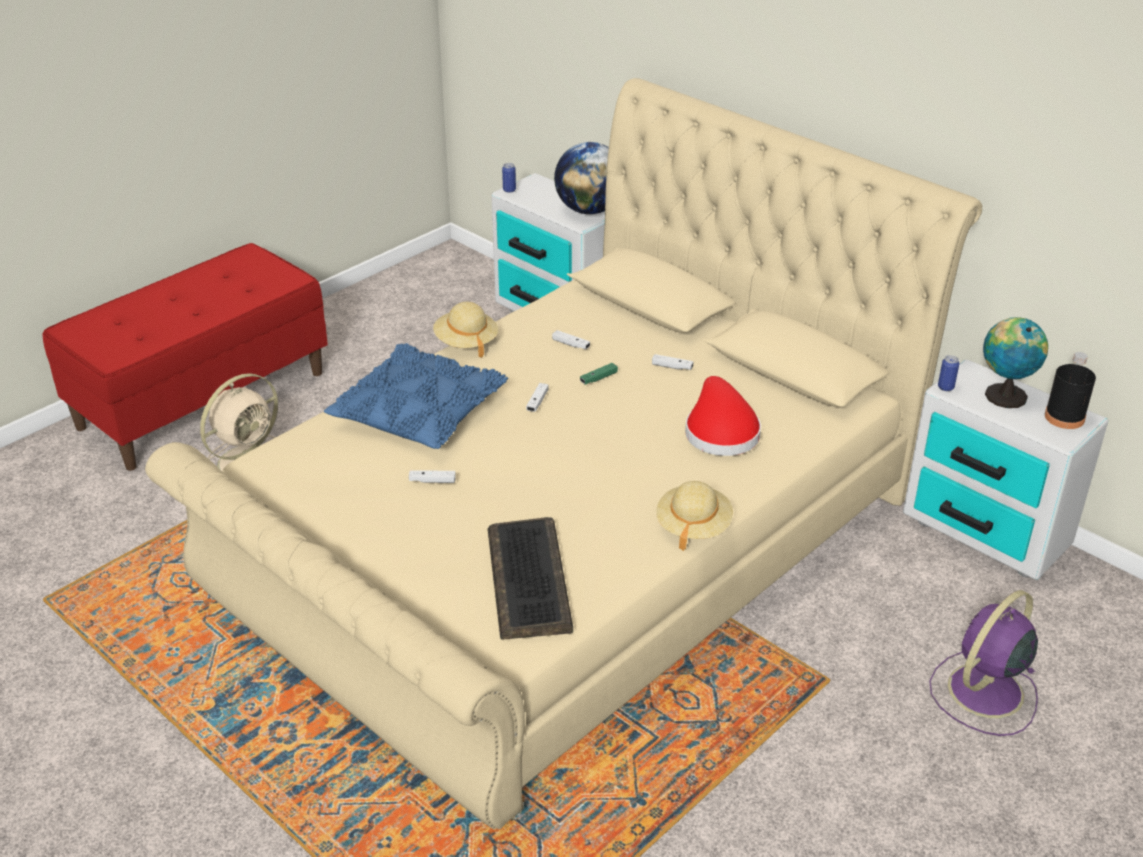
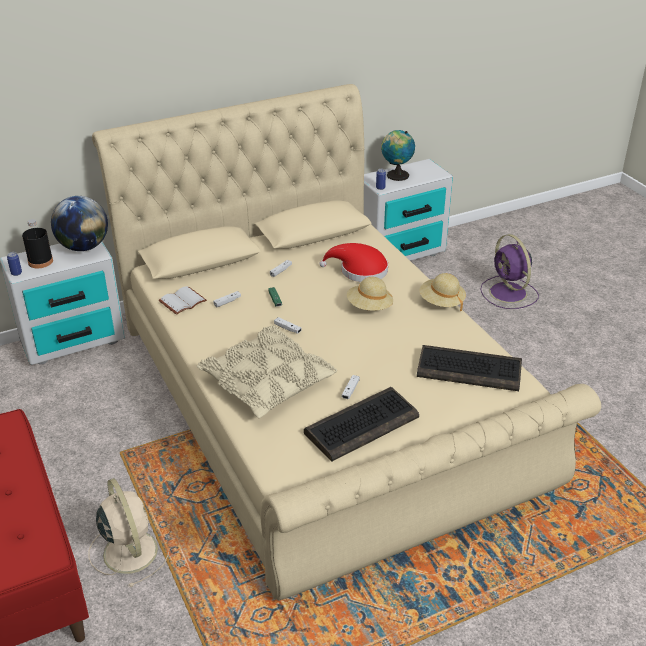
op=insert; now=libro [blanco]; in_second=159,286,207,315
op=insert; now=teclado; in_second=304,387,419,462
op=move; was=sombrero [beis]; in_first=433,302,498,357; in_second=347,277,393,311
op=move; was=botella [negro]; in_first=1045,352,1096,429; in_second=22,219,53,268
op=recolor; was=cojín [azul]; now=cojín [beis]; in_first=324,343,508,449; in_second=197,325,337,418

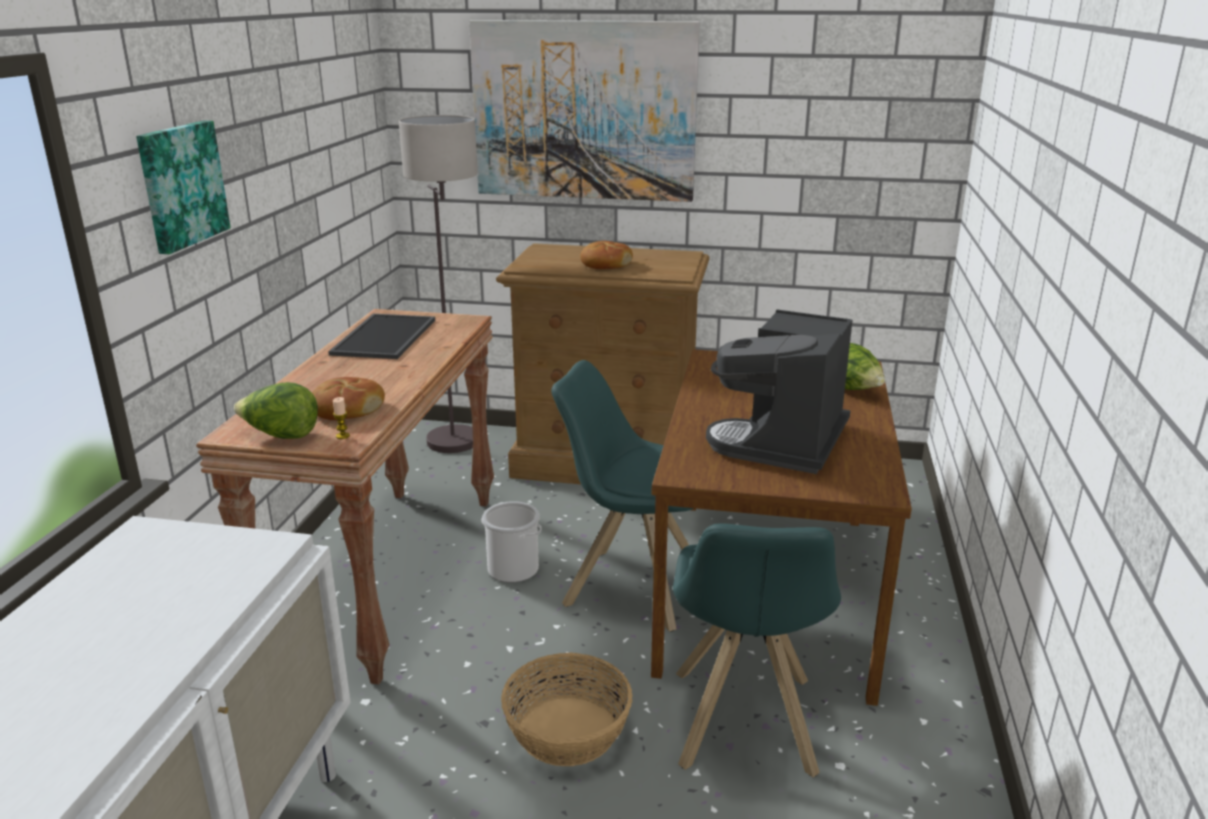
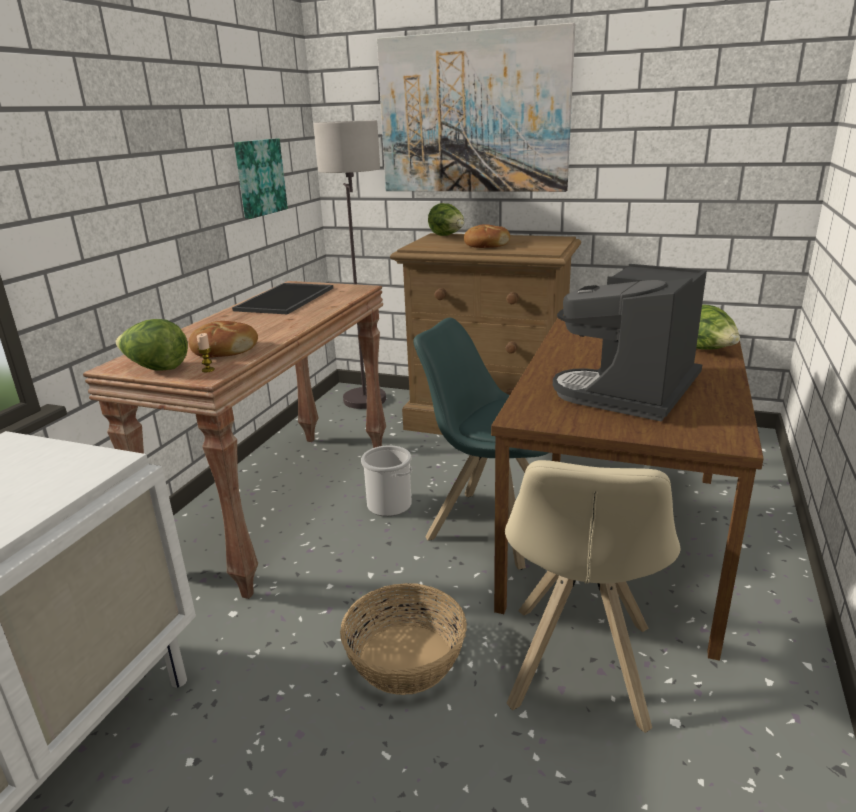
op=insert; now=lechuga; in_second=428,203,464,236
op=move; was=cuadro; in_first=136,121,231,254; in_second=234,139,288,219
op=recolor; was=silla [turquesa]; now=silla [beis]; in_first=673,523,841,777; in_second=505,460,681,733

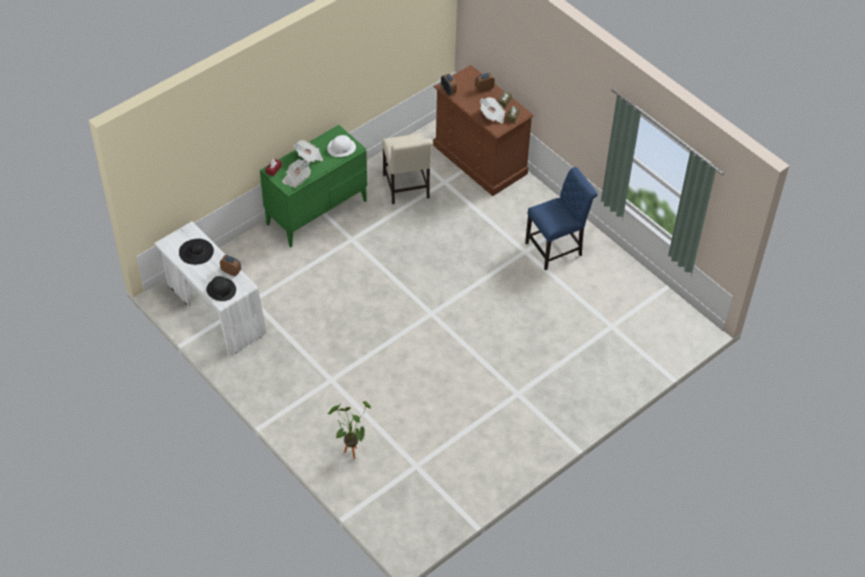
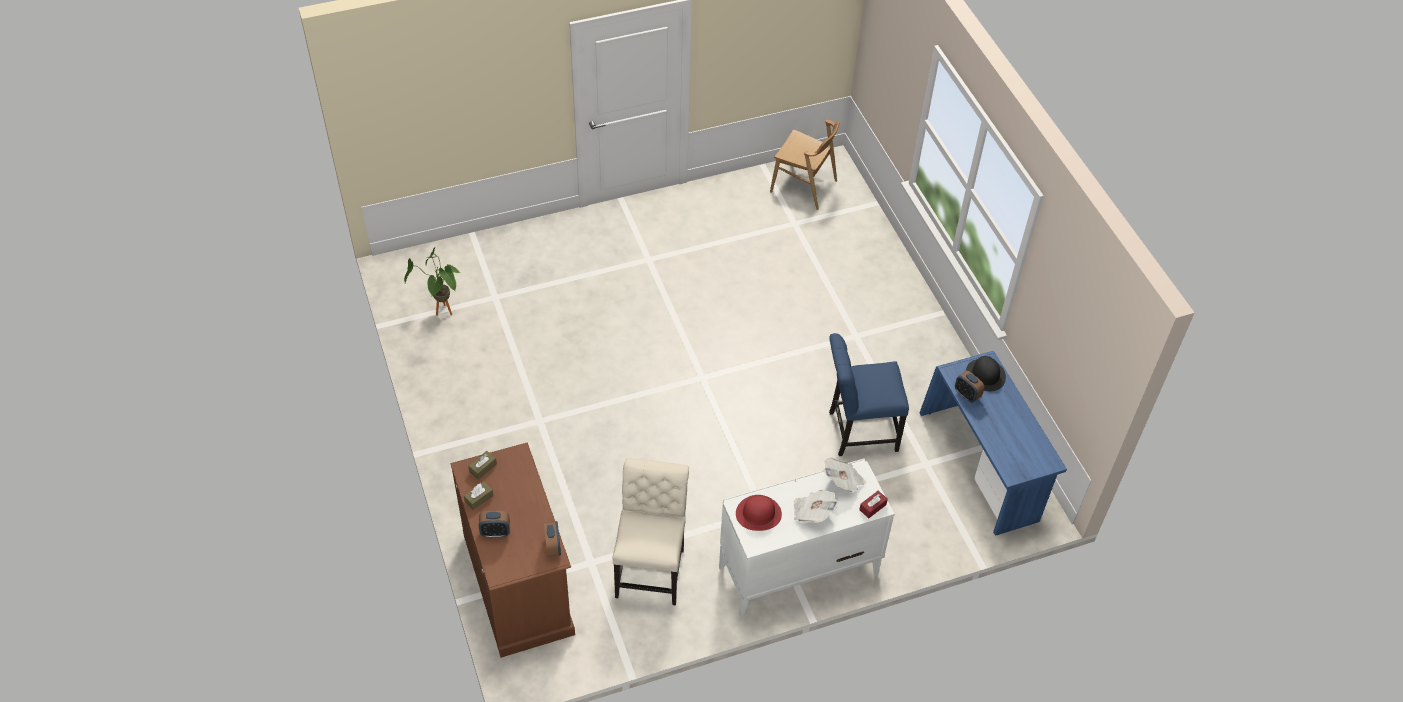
op=delete; was=sombrero [negro]; in_first=179,239,214,265
op=delete; was=periódico; in_first=480,97,506,123
op=insert; now=silla [marrón]; in_second=770,120,840,210
op=move; was=planta en maceta; in_first=328,401,371,459; in_second=404,248,460,316
op=move; was=silla [azul]; in_first=525,167,598,270; in_second=829,333,909,456
op=recolor; was=escritorio [blanco]; now=escritorio [azul]; in_first=154,221,267,356; in_second=920,351,1067,536
op=recolor; was=armario [verde]; now=armario [blanco]; in_first=260,125,367,248; in_second=719,458,894,618
op=recolor; was=sombrero [blanco]; now=sombrero [rojo]; in_first=327,135,356,157; in_second=736,495,782,531

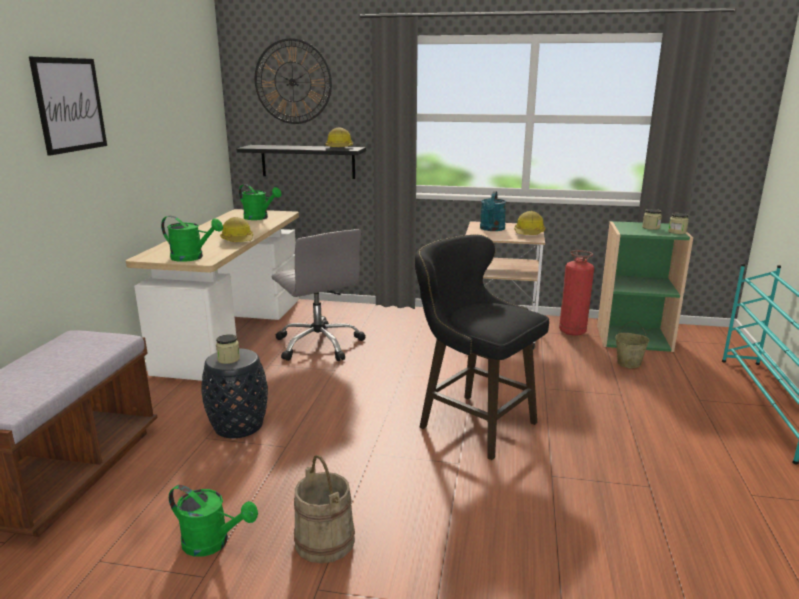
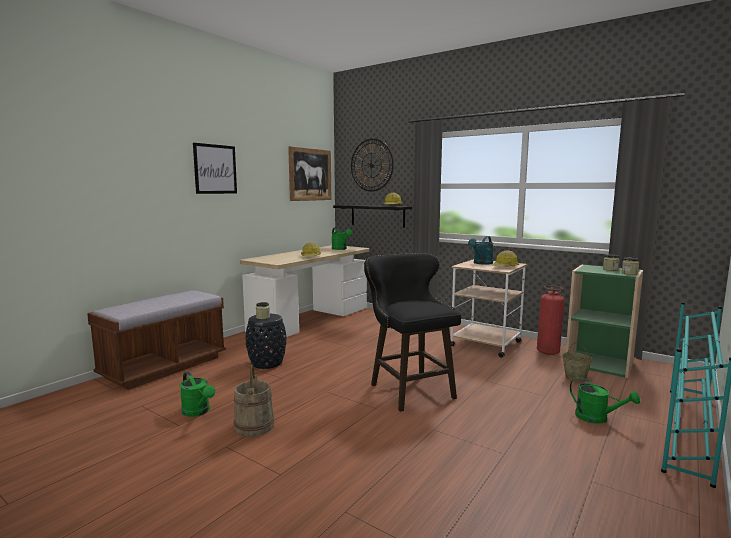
op=delete; was=silla de oficina [gris]; in_first=271,229,366,361
op=insert; now=cuadro; in_second=288,146,331,201
op=move; was=regadera [verde]; in_first=161,216,223,262; in_second=570,377,640,424

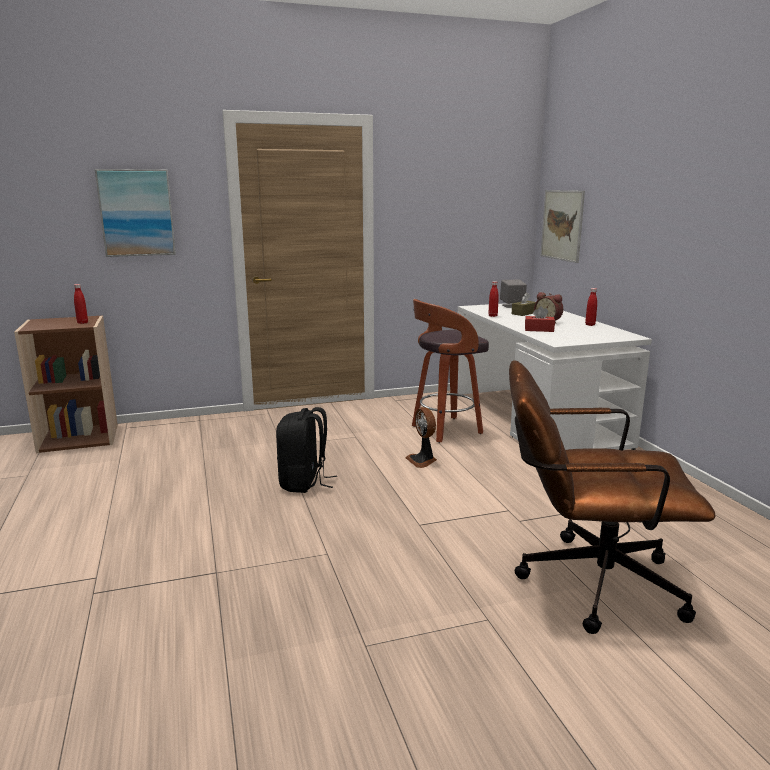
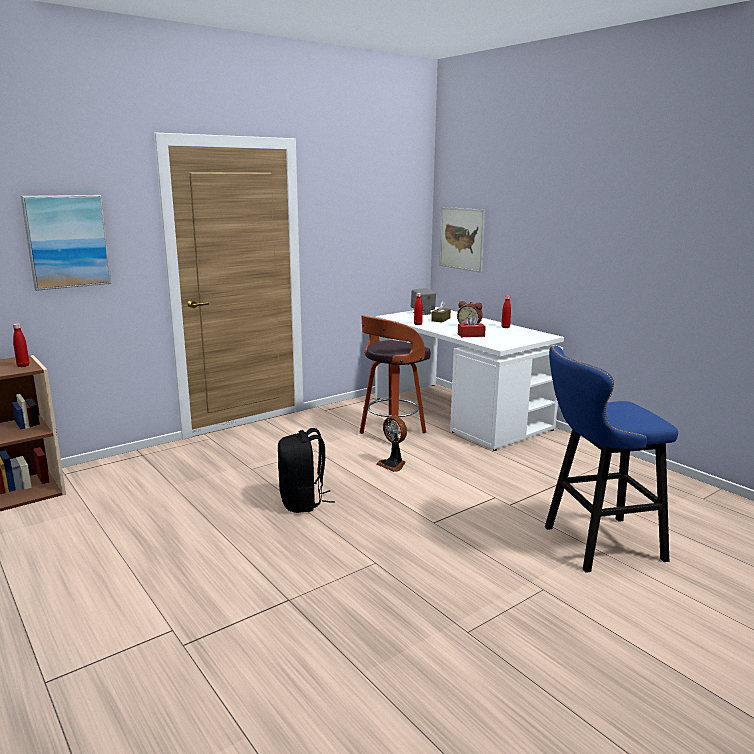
op=replace; was=silla de oficina [marrón]; now=taburete [azul]; in_first=509,360,715,634; in_second=545,345,678,573

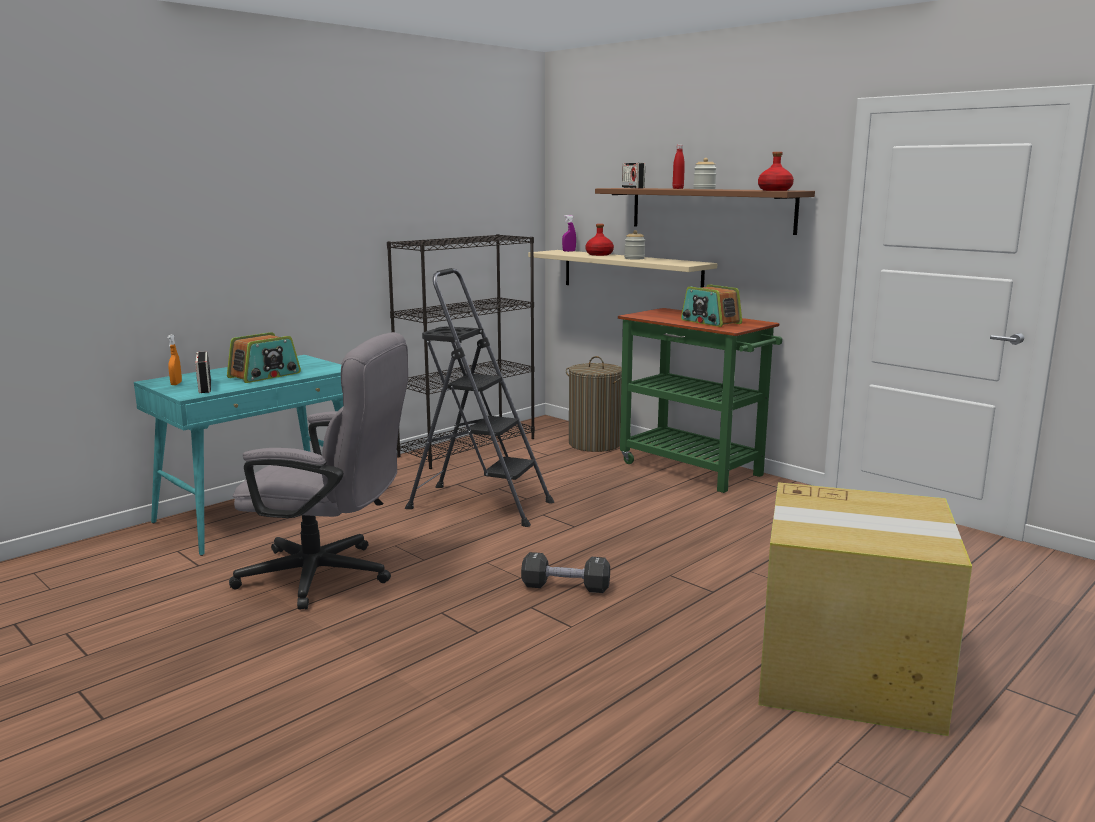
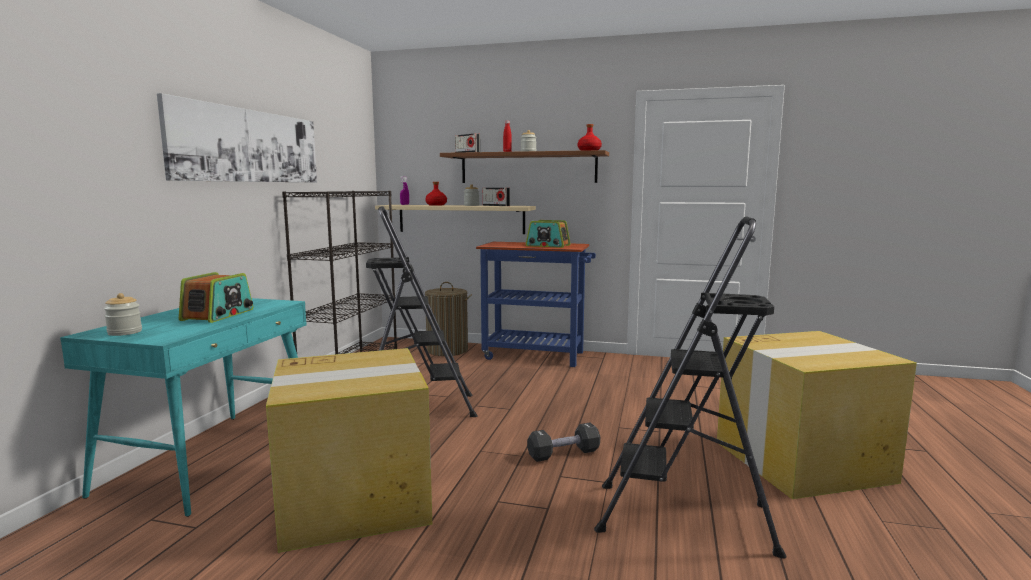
op=insert; now=cuadro; in_second=157,93,317,182
op=insert; now=escalera de tijera; in_second=594,217,786,559
op=move; was=radio; in_first=195,351,211,393; in_second=483,188,510,206
op=replace; was=pulverizador [naranja]; now=tarro; in_first=167,334,182,385; in_second=104,293,142,336
op=replace; was=silla de oficina [gris]; now=caja de cartón; in_first=229,332,408,610; in_second=266,348,432,553
op=recolor; was=carrito [verde]; now=carrito [azul]; in_first=618,308,782,493; in_second=476,242,596,367

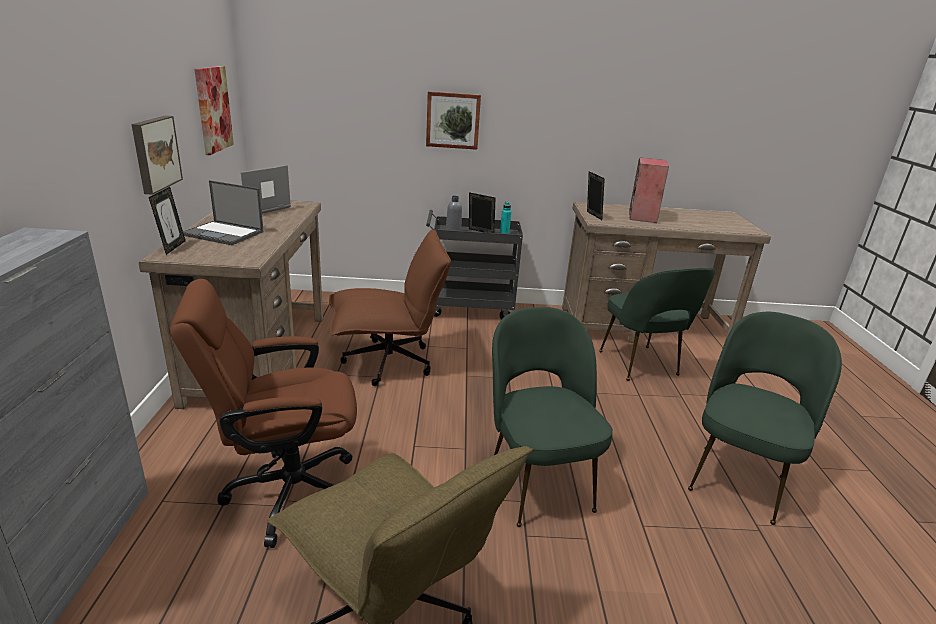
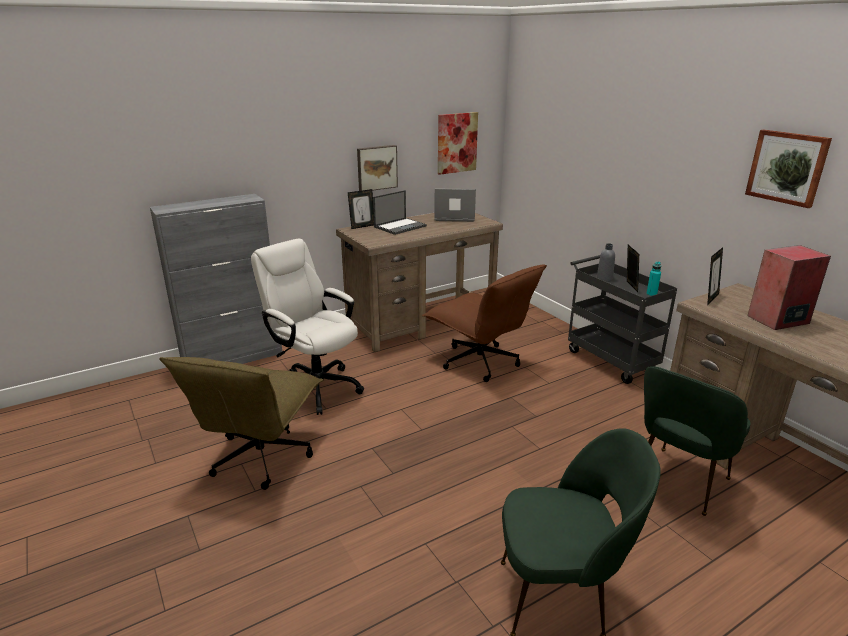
op=delete; was=silla [verde]; in_first=492,307,613,527
op=move; was=cuadro; in_first=426,91,481,150; in_second=745,130,832,208
op=recolor; was=silla de oficina [marrón]; now=silla de oficina [blanco]; in_first=170,279,357,548; in_second=251,239,364,415
op=rotate; was=portátil; in_first=183,180,264,245; in_second=373,190,427,235; clockwise=-120

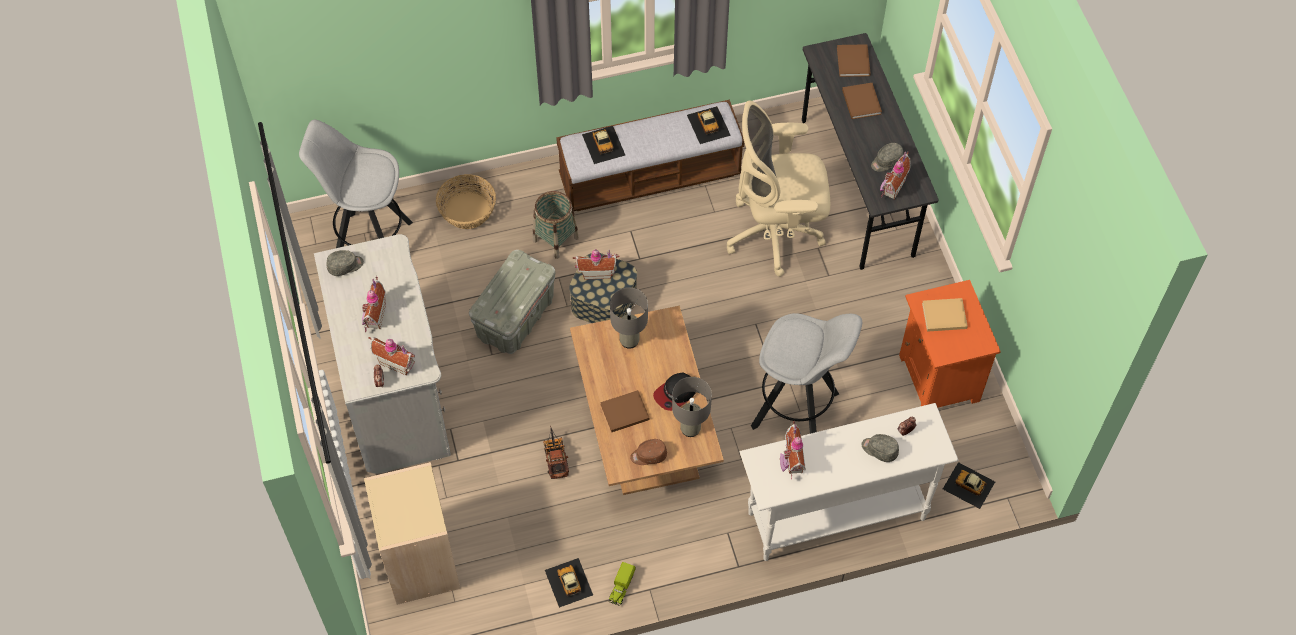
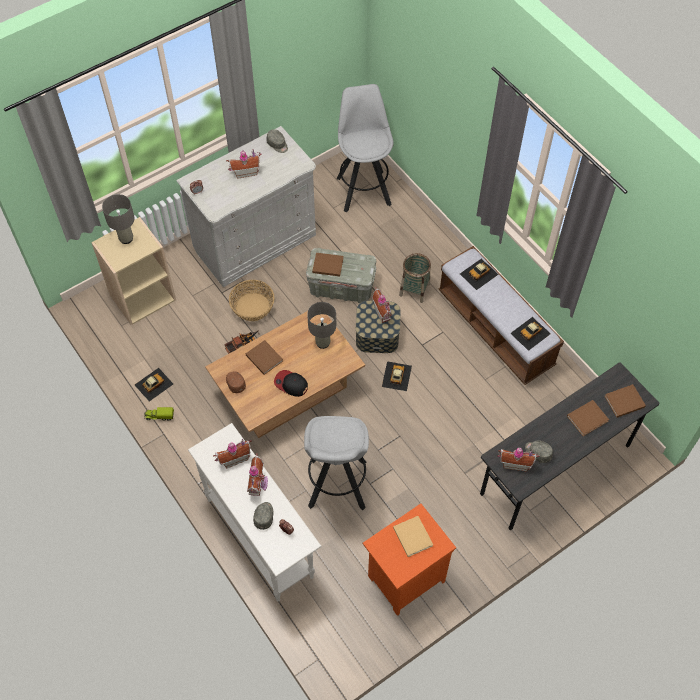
op=delete; was=silla de oficina [beis]; in_first=727,100,830,277
op=insert; now=libro [marrón]; in_second=312,253,343,276
op=move; was=casita; in_first=368,337,415,375; in_second=247,453,268,496
op=move; was=cesta; in_first=436,174,496,229; in_second=229,280,275,321
op=move; was=lámpara de mesa [gris]; in_first=672,377,712,437; in_second=102,194,135,244
op=move; was=coche de juguete; in_first=943,462,995,509; in_second=382,361,412,391

